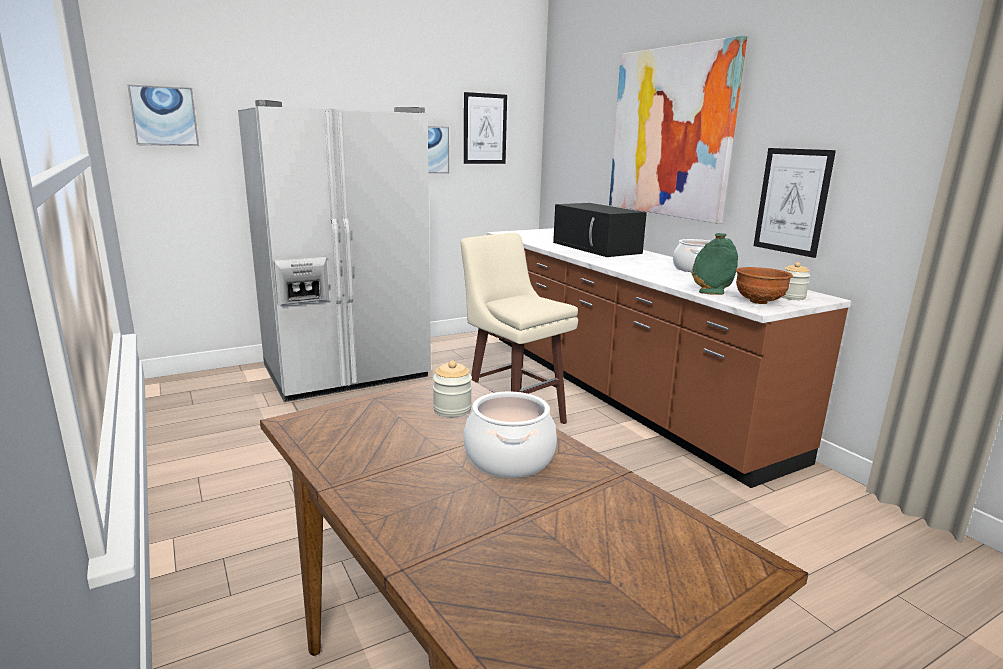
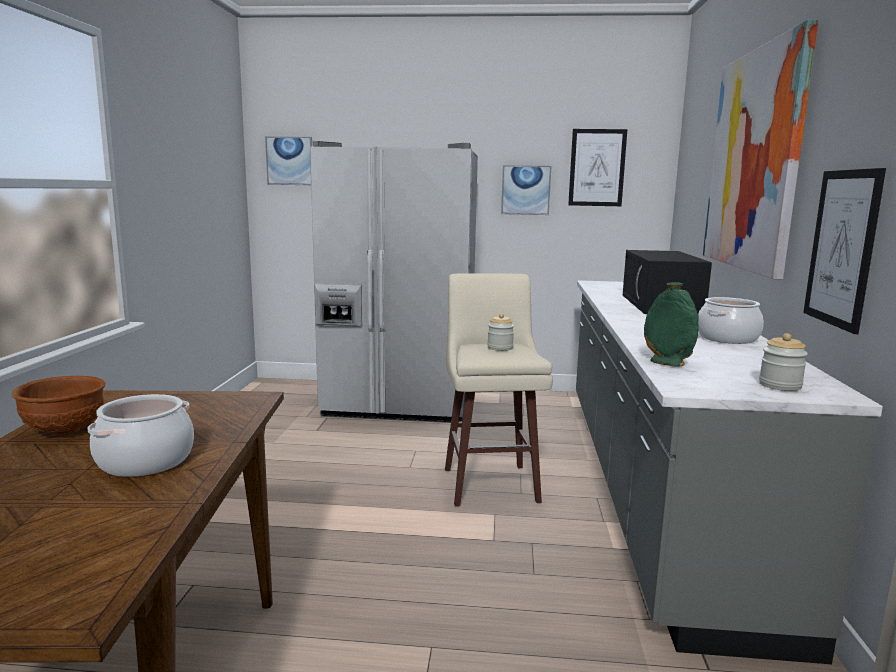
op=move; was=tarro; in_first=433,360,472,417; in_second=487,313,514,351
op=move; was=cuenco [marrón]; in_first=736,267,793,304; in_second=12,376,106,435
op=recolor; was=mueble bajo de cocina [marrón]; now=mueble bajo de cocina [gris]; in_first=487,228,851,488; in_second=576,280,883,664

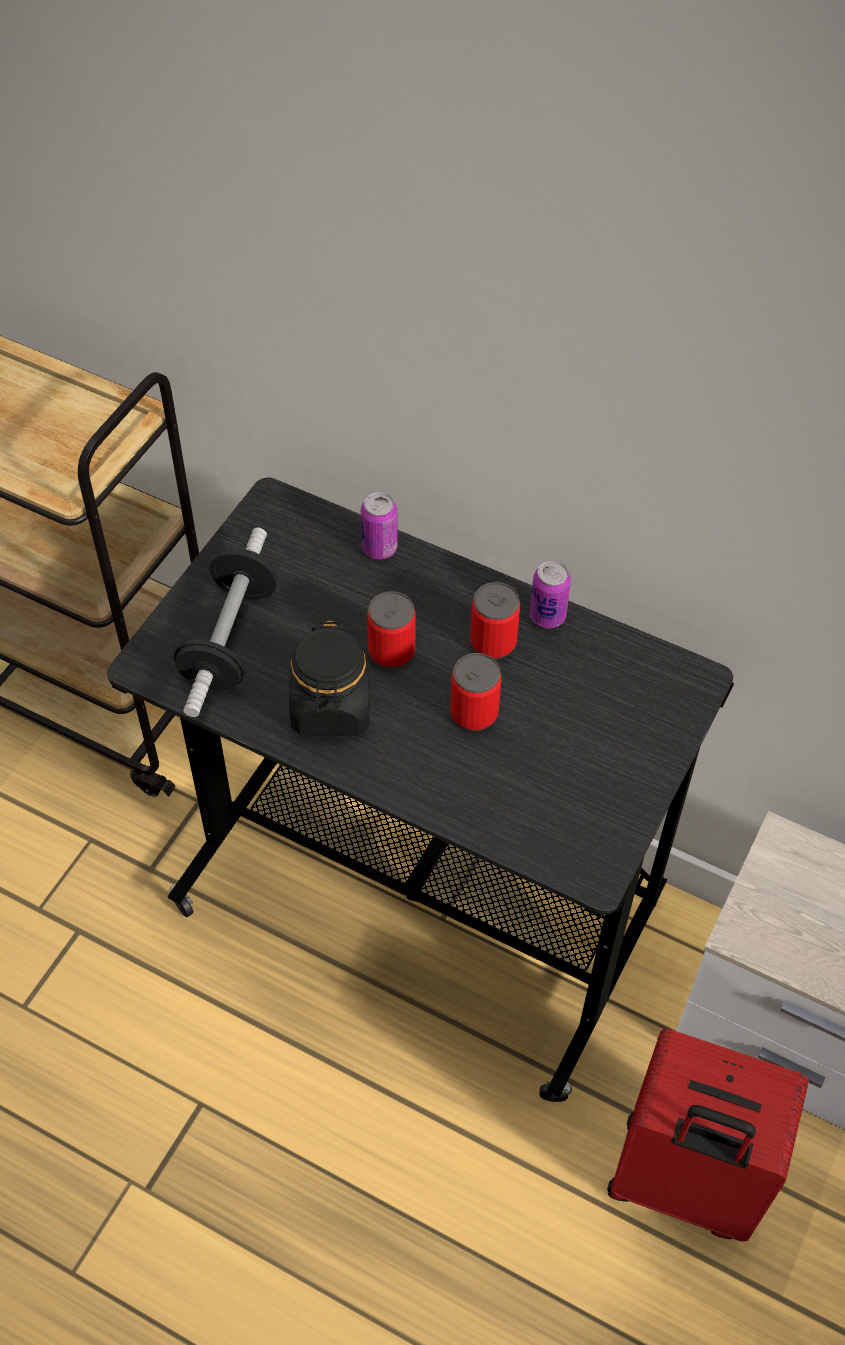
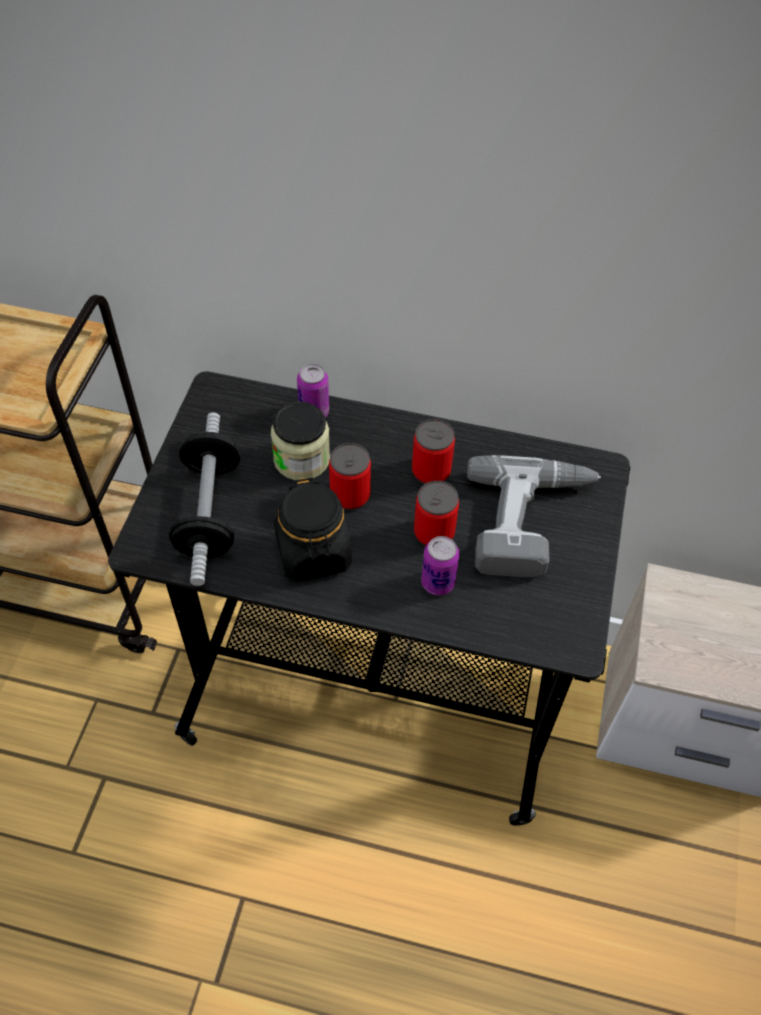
op=delete; was=maleta [rojo]; in_first=607,1029,809,1241
op=insert; now=tarro; in_second=271,402,330,480
op=insert; now=taladro; in_second=467,455,601,577
op=move; was=lata; in_first=530,561,571,628; in_second=421,536,459,596

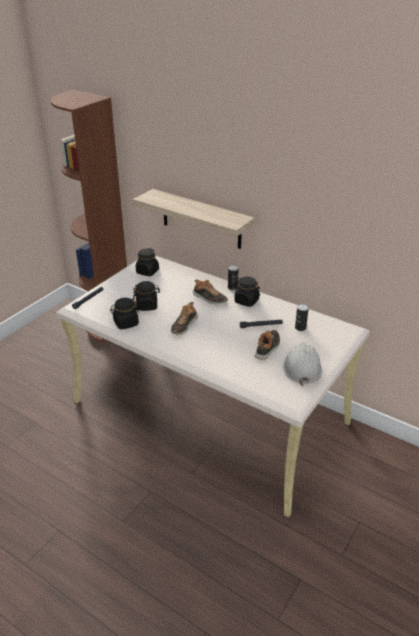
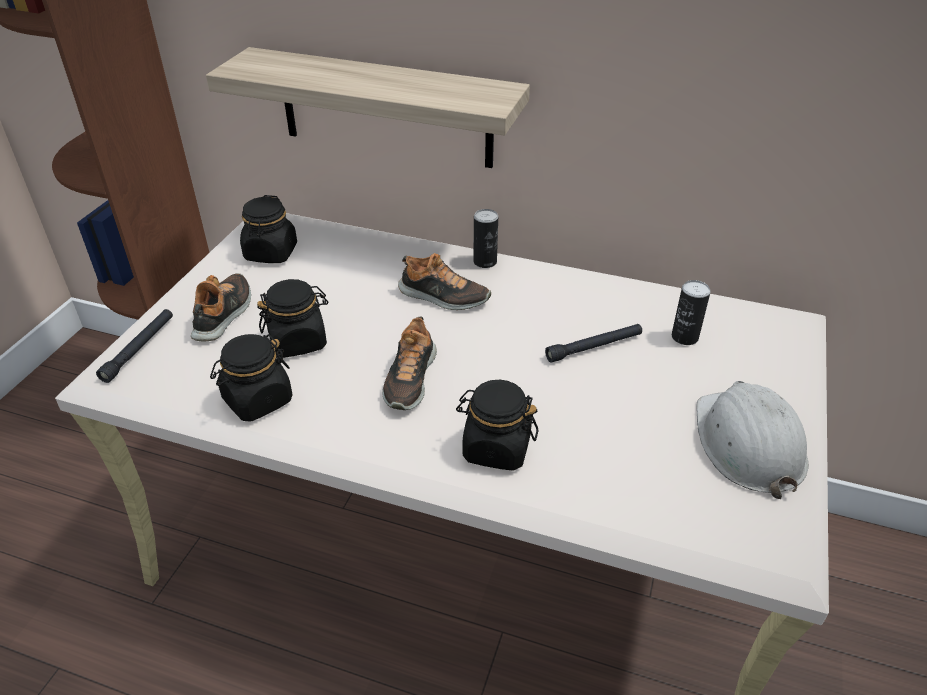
op=move; was=tarro [negro]; in_first=234,277,260,307; in_second=456,380,539,471
op=move; was=zapato; in_first=255,330,280,360; in_second=191,273,251,342

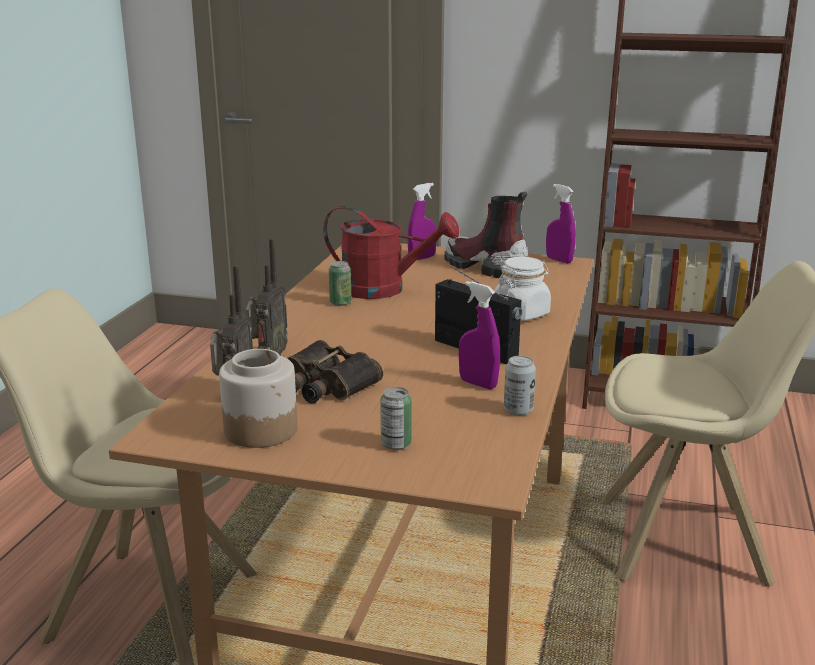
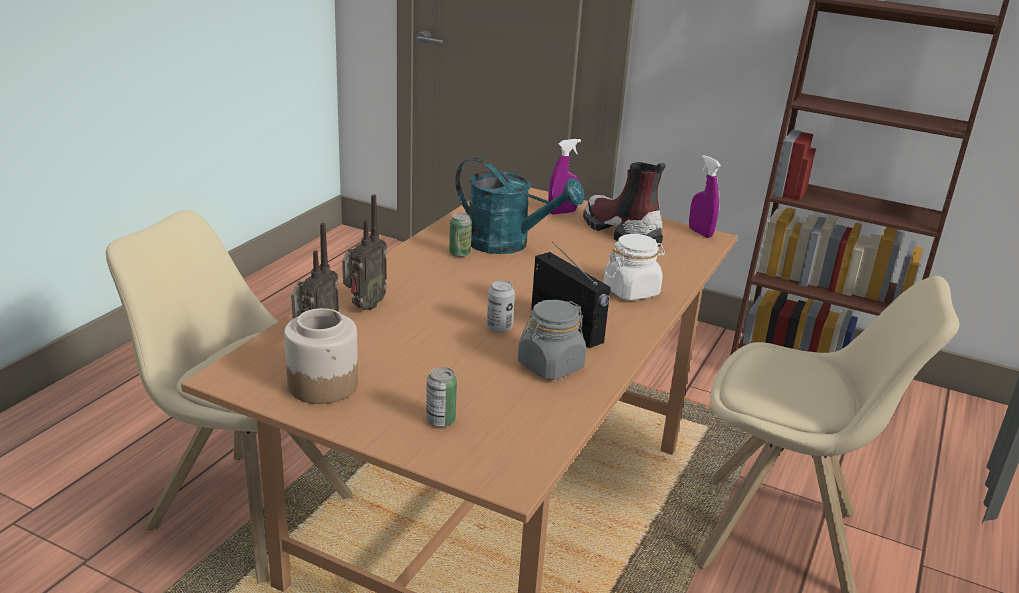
op=delete; was=prismáticos; in_first=287,340,383,404
op=move; was=lata; in_first=504,356,536,416; in_second=487,280,515,333
op=replace; was=pulverizador [morado]; now=tarro [gris]; in_first=459,281,500,389; in_second=518,300,586,380
op=recolor; was=regadera [rojo]; now=regadera [turquesa]; in_first=323,206,459,299; in_second=455,157,584,254

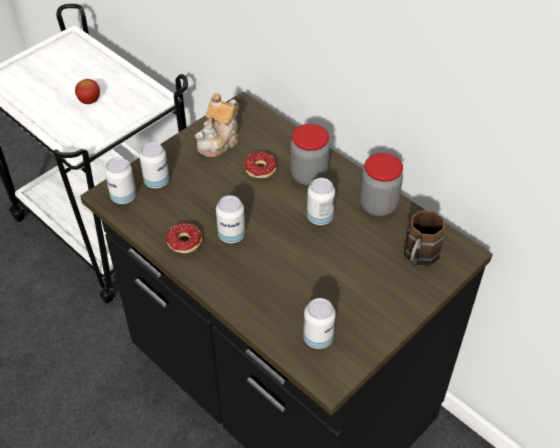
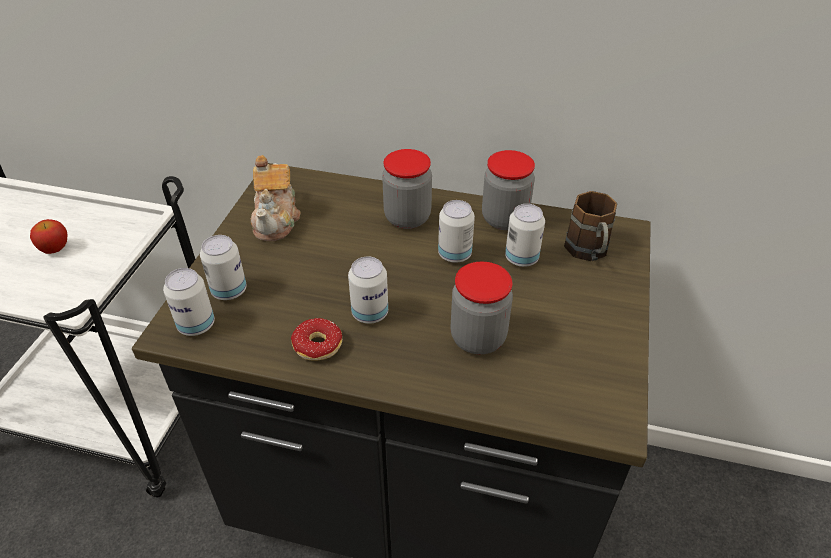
op=delete; was=rosquilla; in_first=244,152,277,178
op=insert; now=tarro; in_second=450,261,513,355
op=move; was=lata; in_first=303,298,336,349; in_second=505,204,545,267

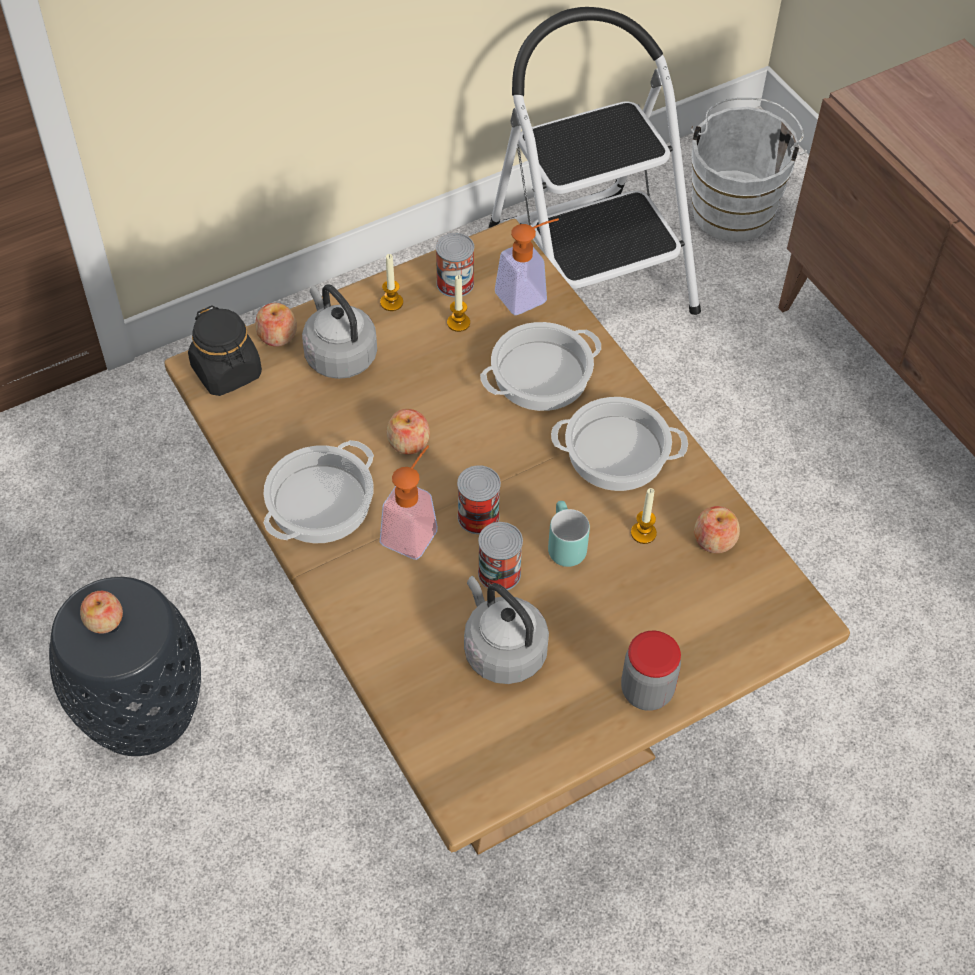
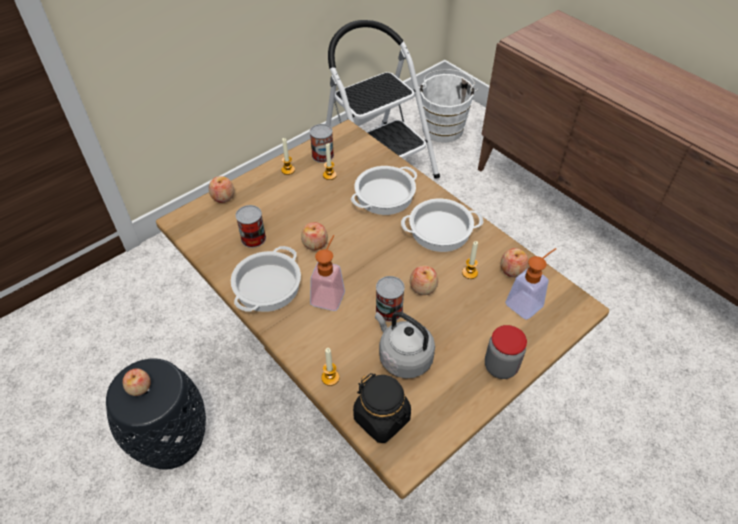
op=delete; was=hervidor [gris]; in_first=302,284,377,379
op=insert; now=vela; in_second=321,348,339,386
op=move; was=tarro [negro]; in_first=188,306,262,396; in_second=353,373,411,443
op=move; was=lata; in_first=457,465,501,534; in_second=236,205,266,248
op=move; was=dispensador de jabón; in_first=495,218,559,315; in_second=505,248,556,320
op=replace; was=taza grande [turquesa]; now=manzana; in_first=548,501,590,567; in_second=410,265,438,295

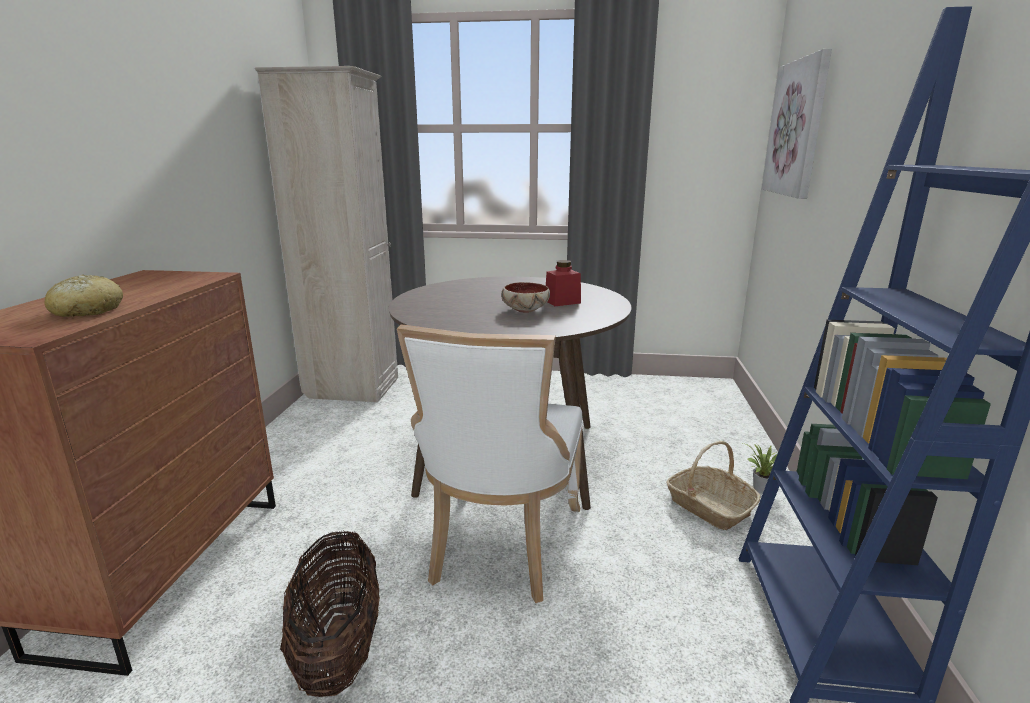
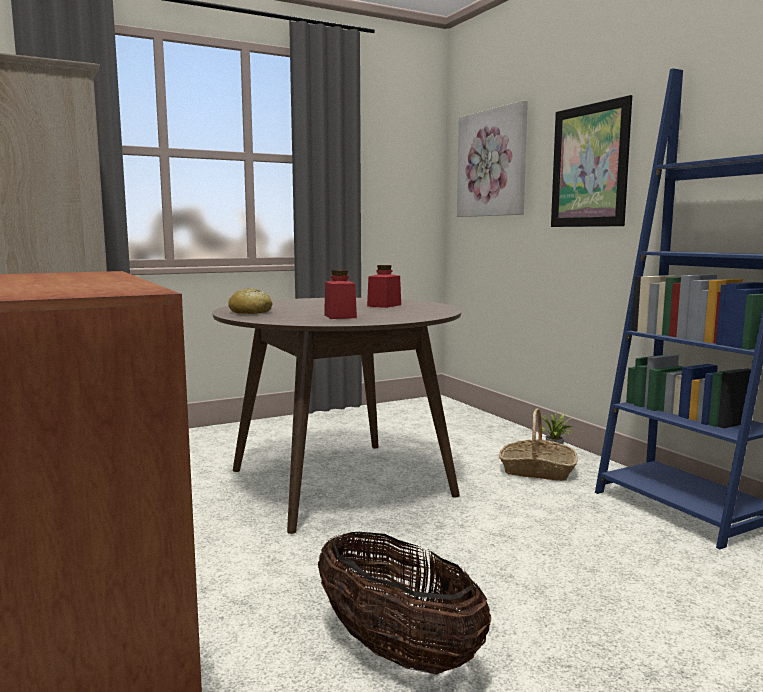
op=delete; was=silla [blanco]; in_first=397,324,583,603
op=delete; was=cuenco; in_first=501,282,550,313
op=insert; now=tarro [rojo]; in_second=324,270,357,319
op=insert; now=cuadro; in_second=551,95,632,227
op=move; was=pan; in_first=45,274,123,317; in_second=228,288,273,314

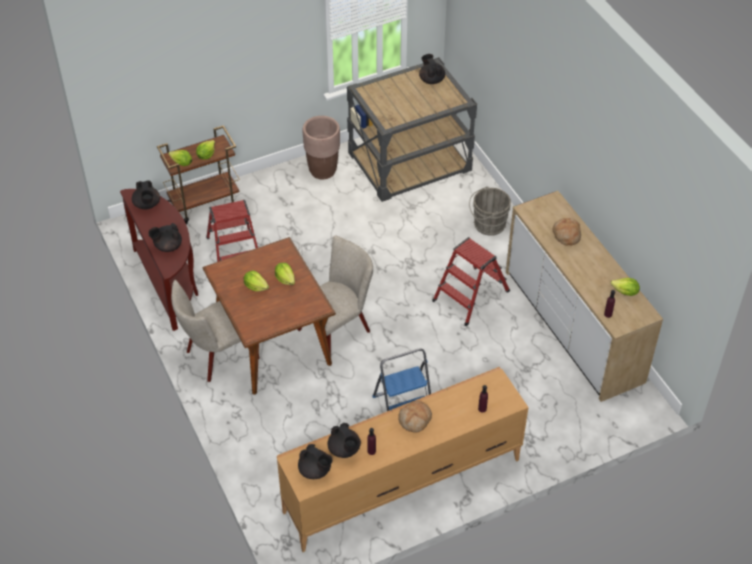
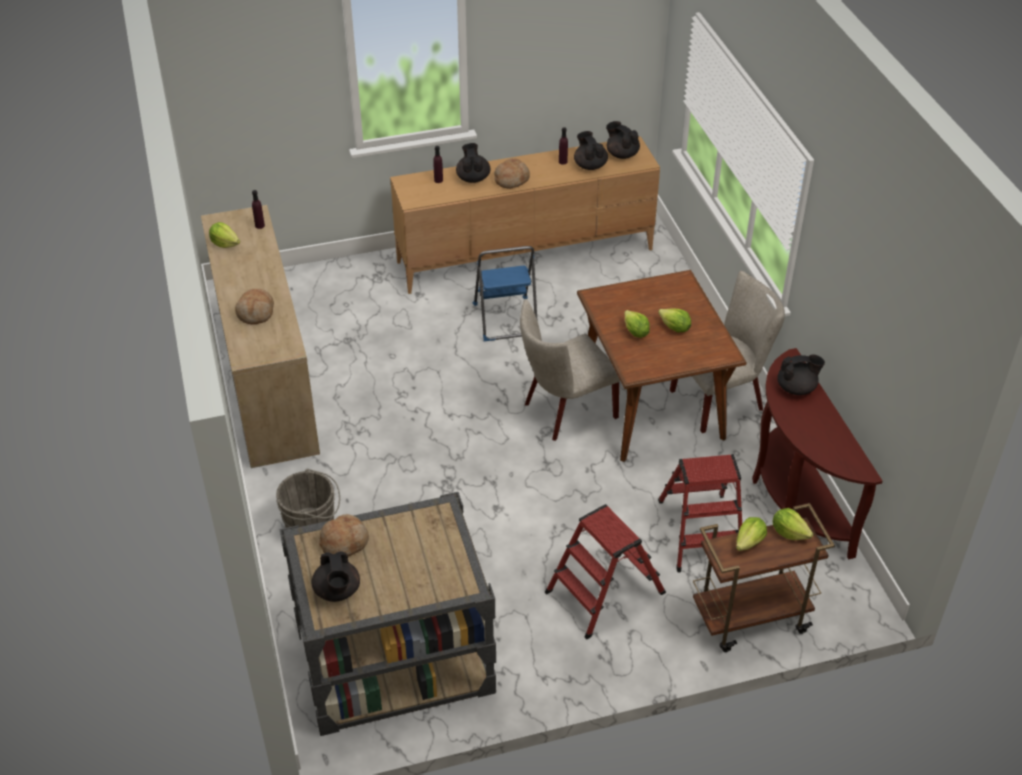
op=delete; was=maceta [marrón]; in_first=303,116,340,179
op=insert; now=pan; in_second=319,514,369,556
op=move; was=tetera [negro]; in_first=132,181,160,210; in_second=456,143,490,183
op=move; was=escalera de tijera [rojo]; in_first=432,237,510,326; in_second=545,504,666,639

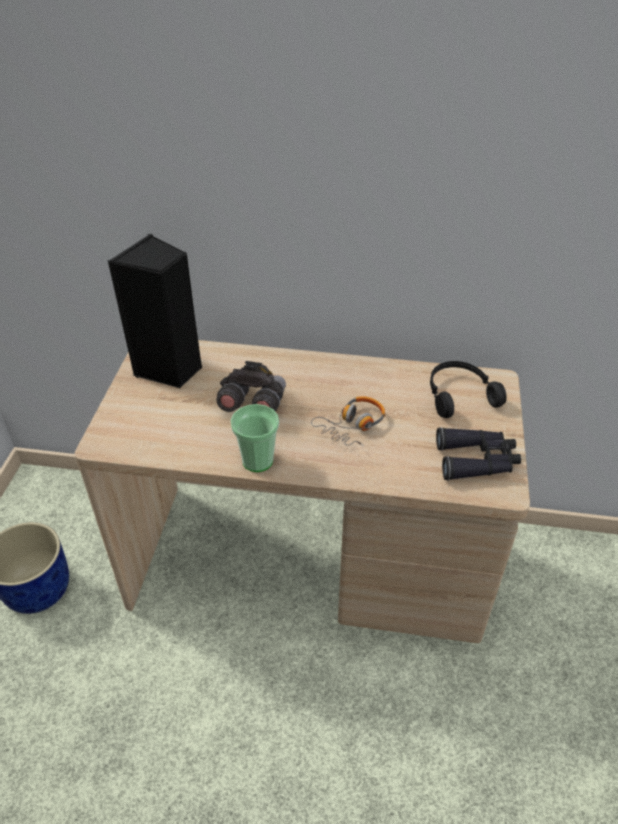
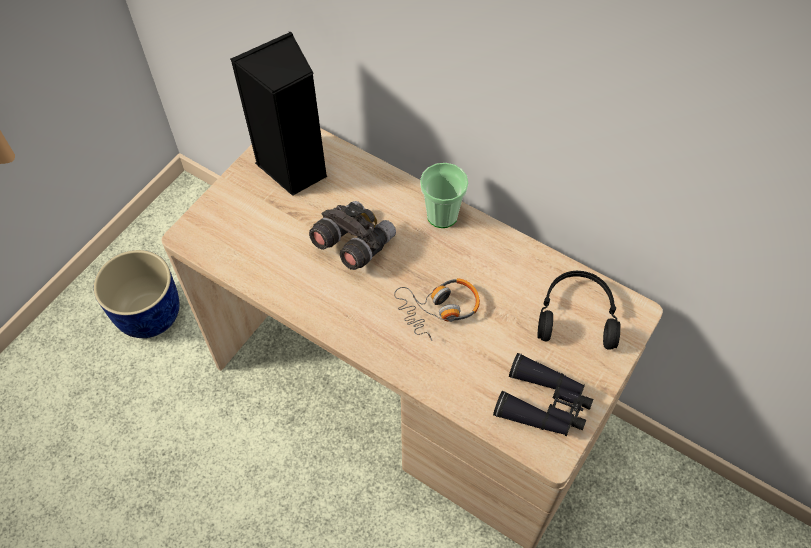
op=move; was=taza; in_first=231,404,279,472; in_second=420,163,468,228

